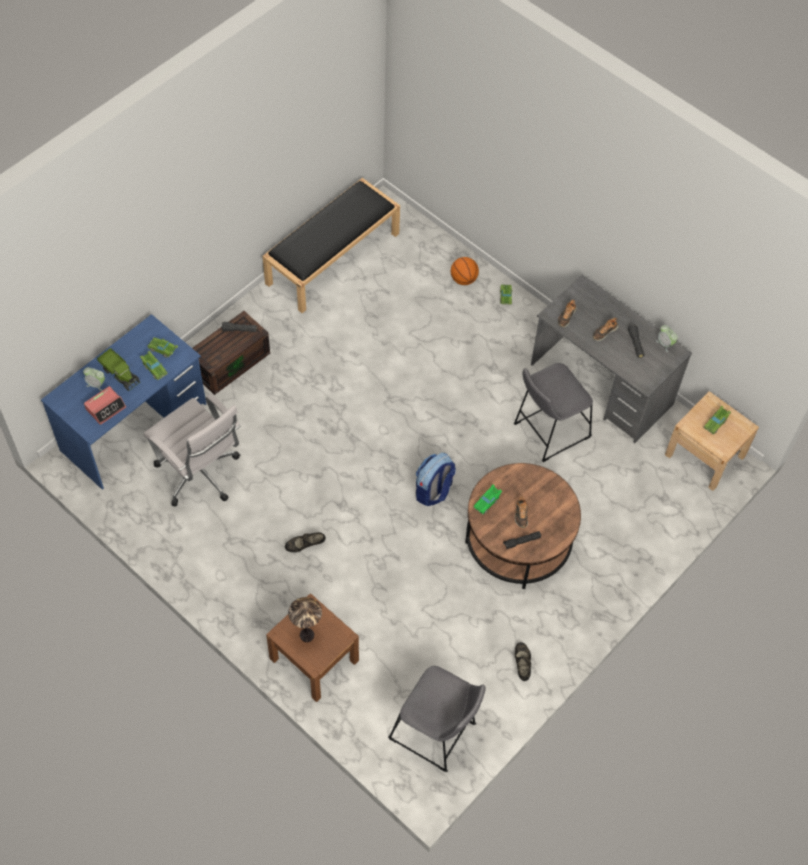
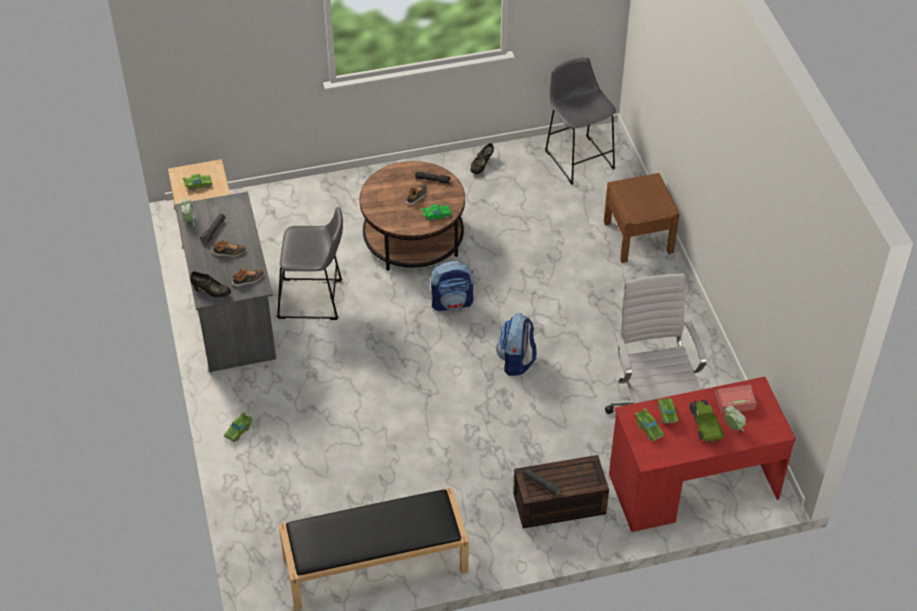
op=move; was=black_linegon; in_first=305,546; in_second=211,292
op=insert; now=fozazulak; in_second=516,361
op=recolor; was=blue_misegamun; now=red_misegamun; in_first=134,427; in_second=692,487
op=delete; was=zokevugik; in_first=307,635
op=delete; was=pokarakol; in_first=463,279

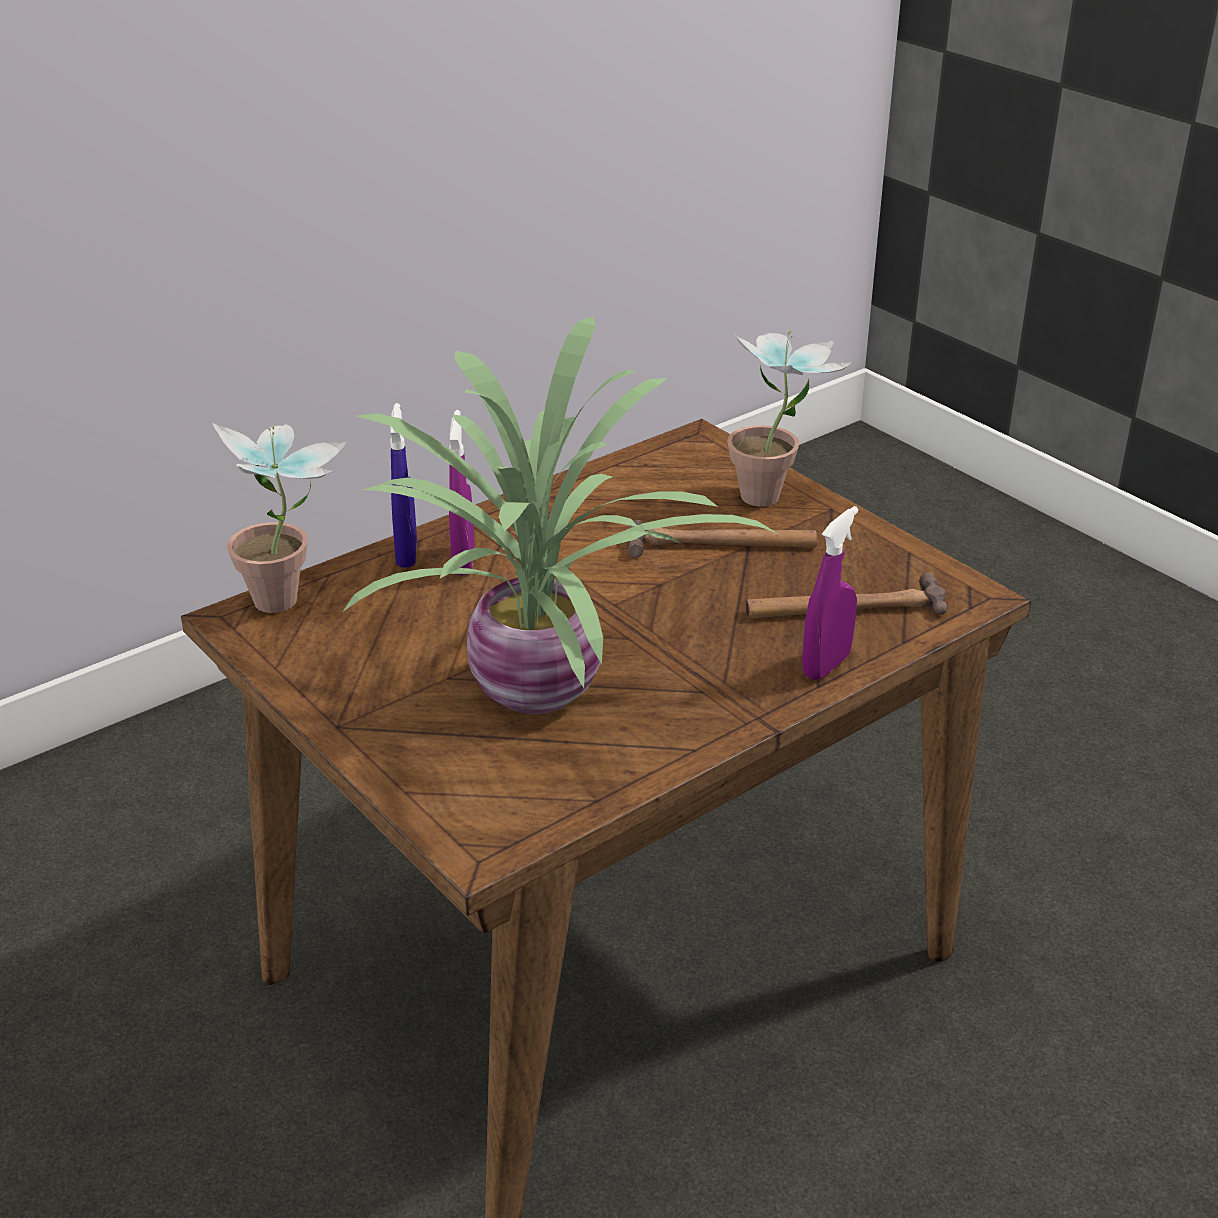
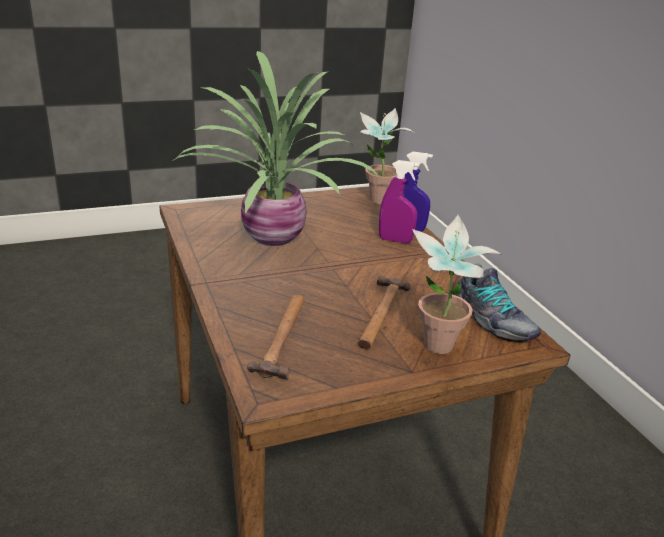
op=insert; now=linegon; in_second=491,321
op=delete; was=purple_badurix; in_first=826,665

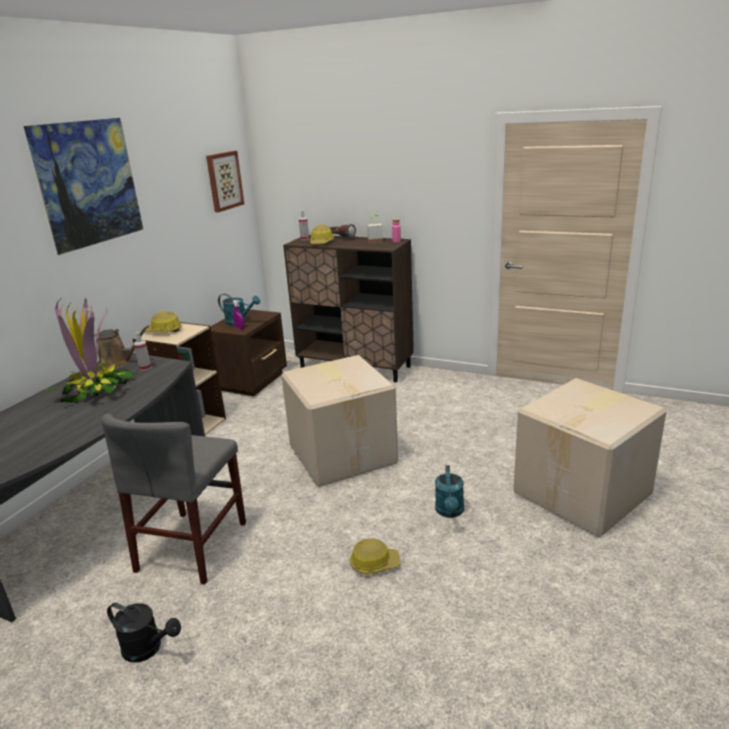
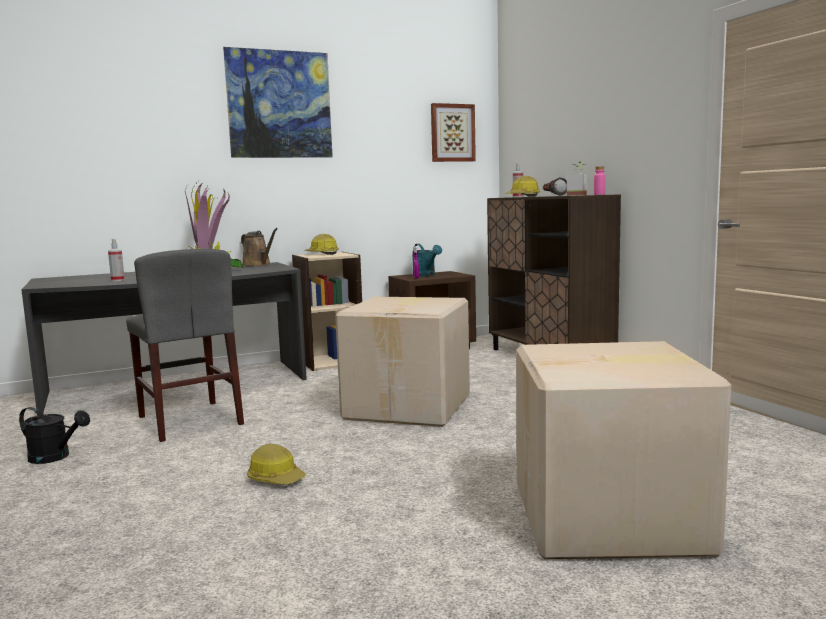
op=rotate; was=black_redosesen; in_first=148,648; in_second=55,457; clockwise=-45
op=move; was=badurix; in_first=145,368; in_second=117,280
op=rotate; was=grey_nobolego; in_first=192,546; in_second=189,420; clockwise=-90
op=delete; was=turquoise_redosesen; in_first=450,512

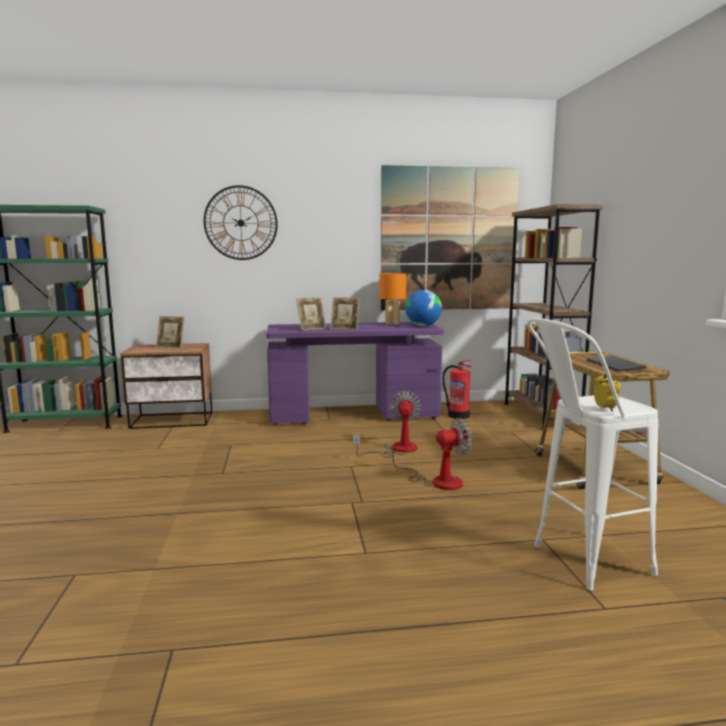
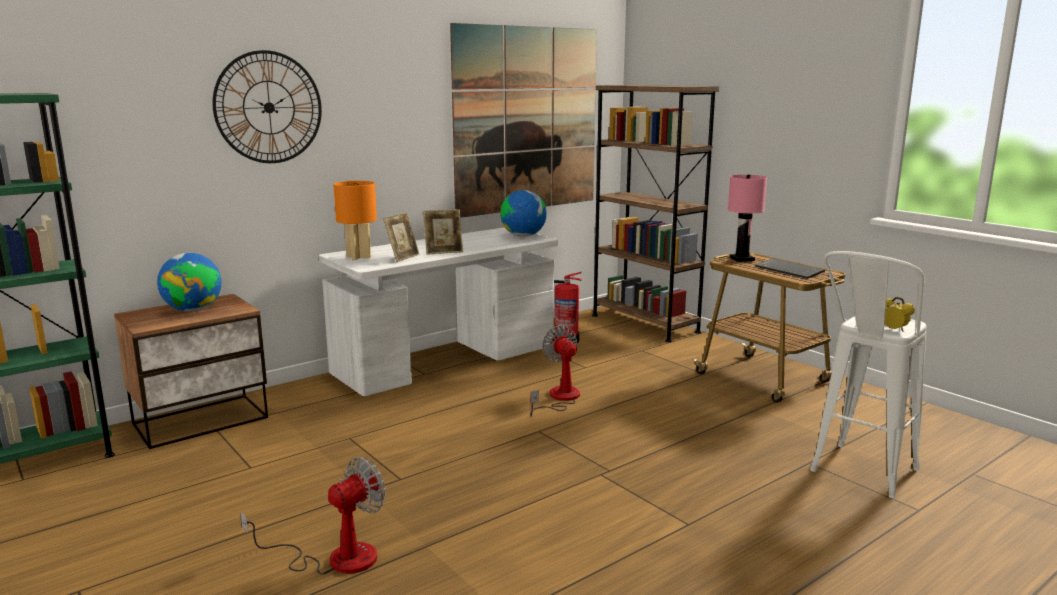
op=replace; was=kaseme; now=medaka; in_first=171,347; in_second=193,310
op=move; was=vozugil; in_first=437,481; in_second=335,558
op=recolor; was=purple_misegamun; now=white_misegamun; in_first=353,415; in_second=446,362
op=move; was=orange_zokevugik; in_first=392,323; in_second=358,257
op=insert; now=pink_zokevugik; in_second=741,259

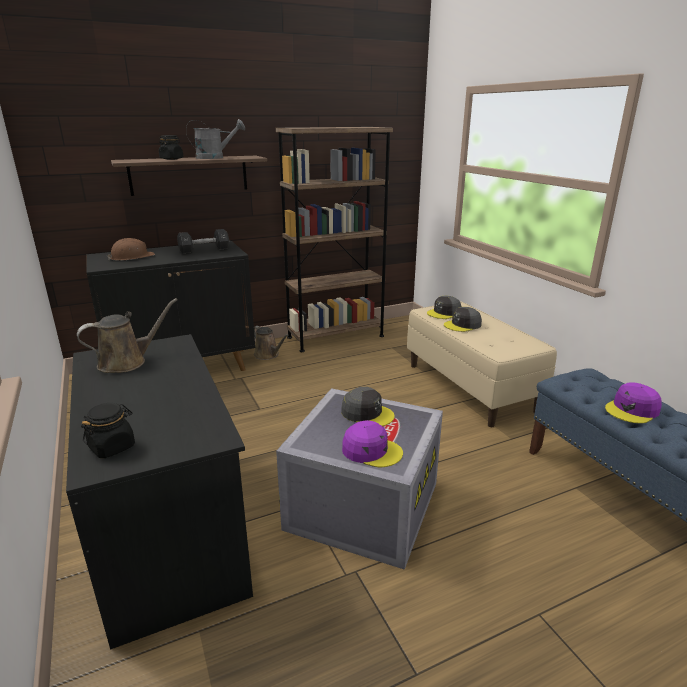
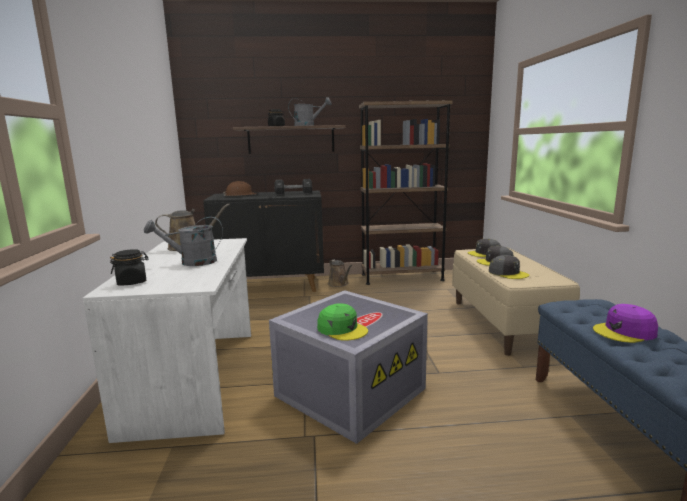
op=recolor; was=black_misegamun; now=white_misegamun; in_first=169,525; in_second=197,377
op=insert; now=grey_redosesen; in_second=192,262
op=recolor; was=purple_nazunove; now=green_nazunove; in_first=371,450; in_second=342,329
op=move; was=grey_nazunove; in_first=367,413; in_second=508,273

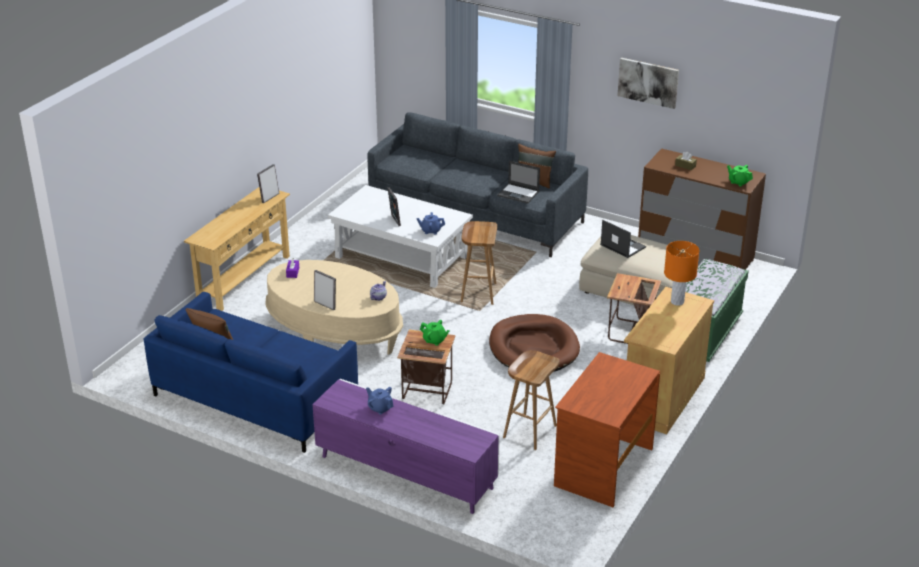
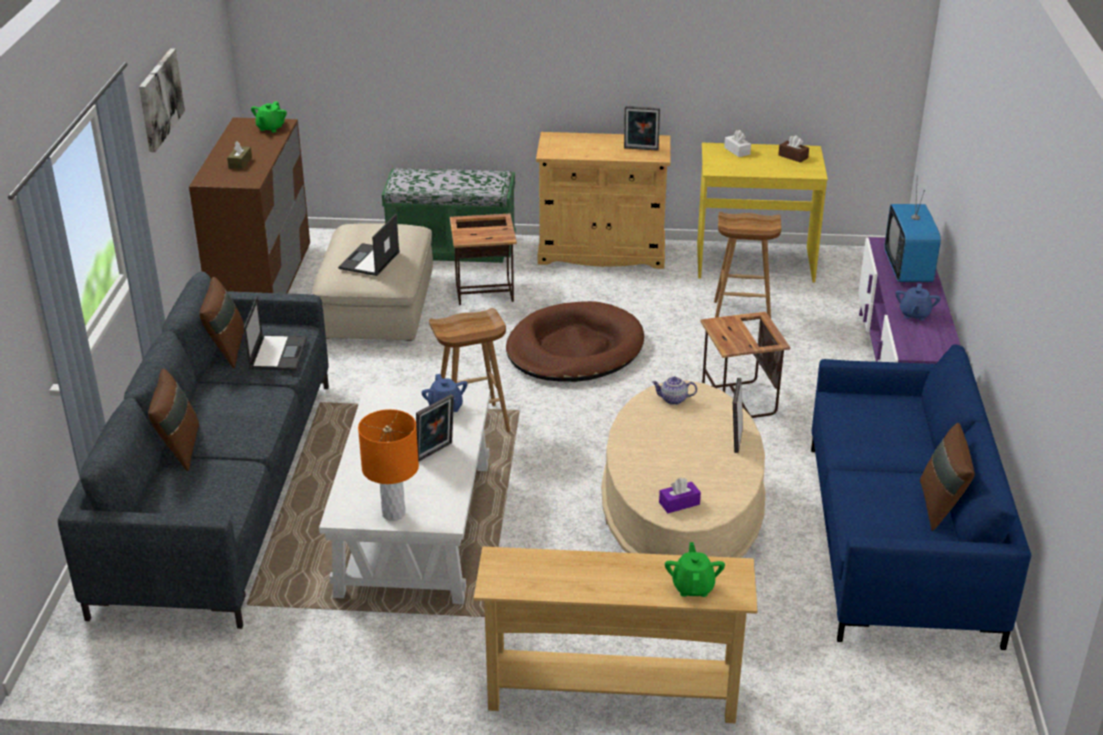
op=insert; now=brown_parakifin; in_second=179,448
op=move; was=orange_zokevugik; in_first=677,301; in_second=393,513
op=move; was=kaseme; in_first=269,197; in_second=641,149
op=move; was=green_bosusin; in_first=434,340; in_second=693,587
op=recolor; was=brown_misegamun; now=yellow_misegamun; in_first=602,467; in_second=754,263
op=insert; now=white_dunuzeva; in_second=737,151
op=insert; now=brown_dunuzeva; in_second=793,156
op=insert; now=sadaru; in_second=908,269

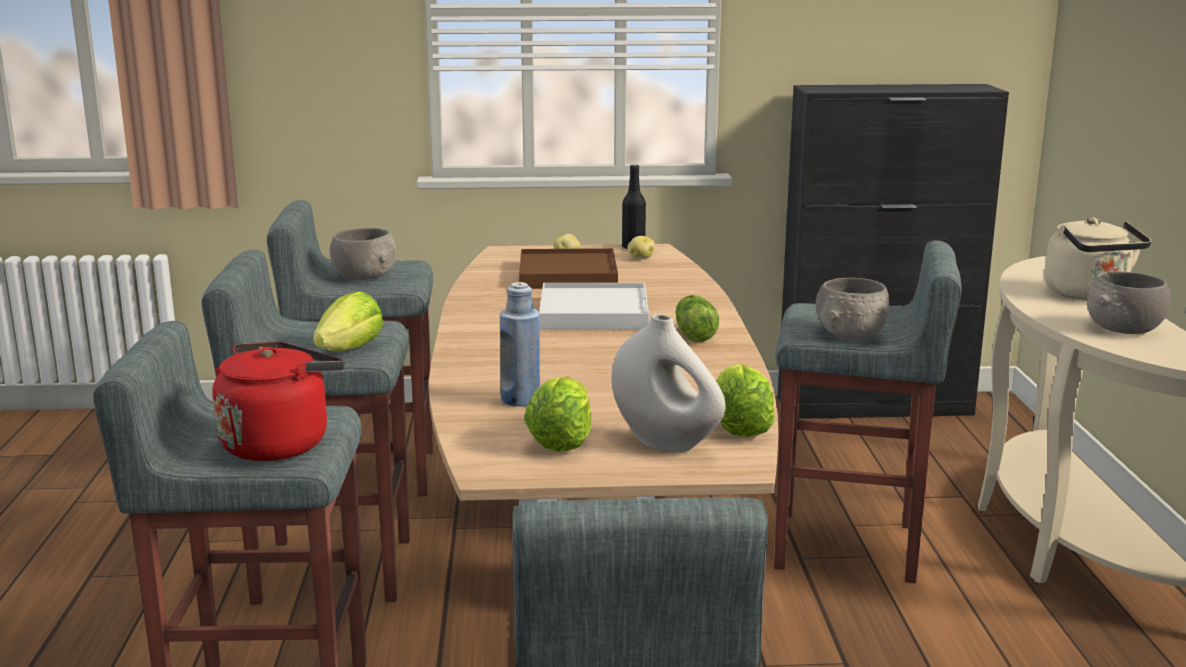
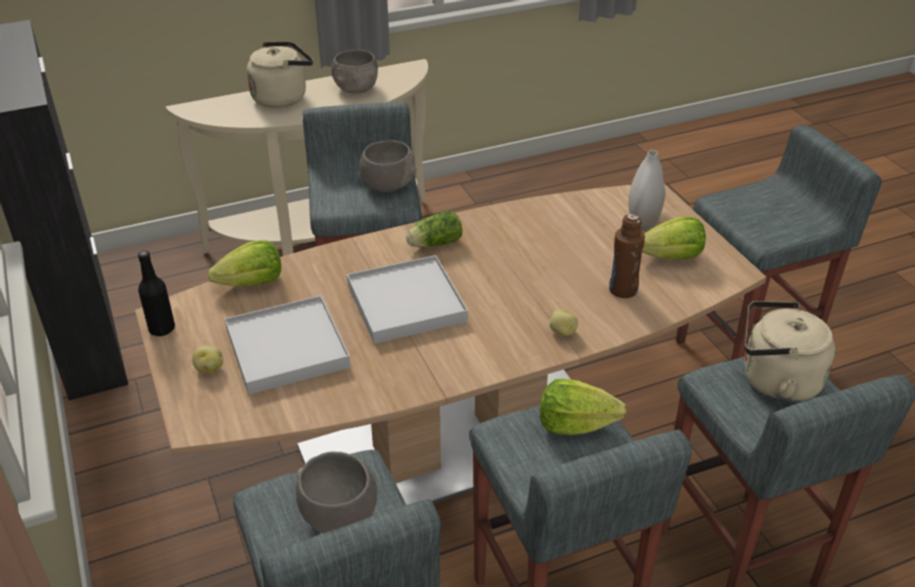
op=move; was=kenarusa; in_first=739,426; in_second=252,283
op=recolor; was=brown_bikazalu; now=white_bikazalu; in_first=568,275; in_second=287,348
op=move; was=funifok; in_first=640,258; in_second=562,332
op=recolor; was=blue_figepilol; now=brown_figepilol; in_first=520,400; in_second=623,290
op=recolor; was=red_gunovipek; now=beige_gunovipek; in_first=279,443; in_second=775,380

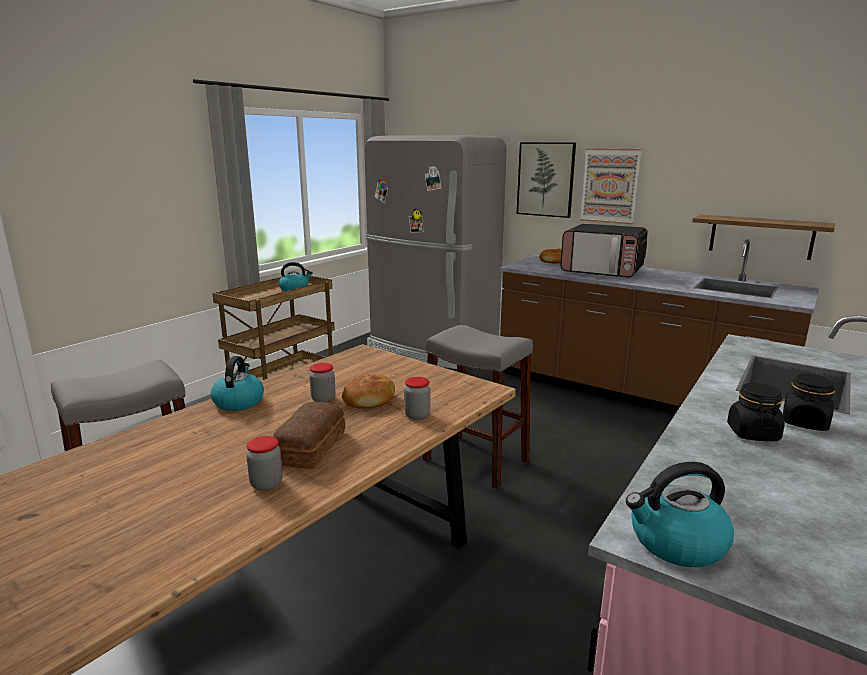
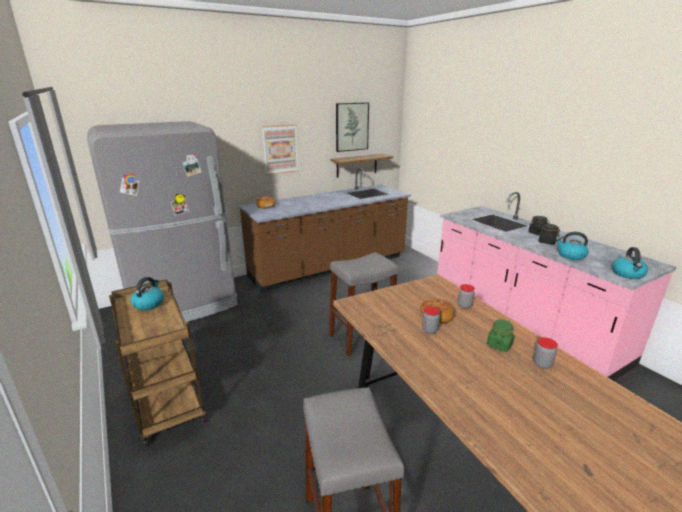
op=move; was=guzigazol; in_first=546,179; in_second=351,127
op=replace; was=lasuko; now=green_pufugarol; in_first=308,448; in_second=499,345
op=move; was=gunovipek; in_first=238,402; in_second=570,256
op=delete; was=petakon; in_first=603,271

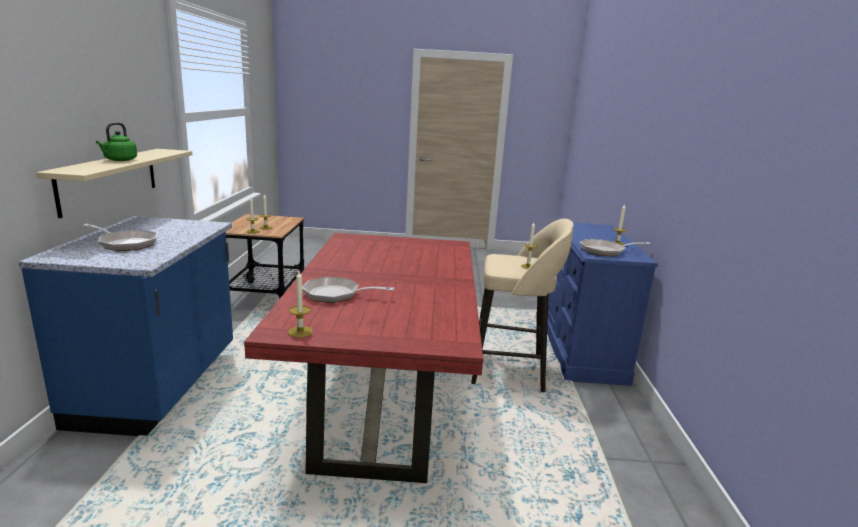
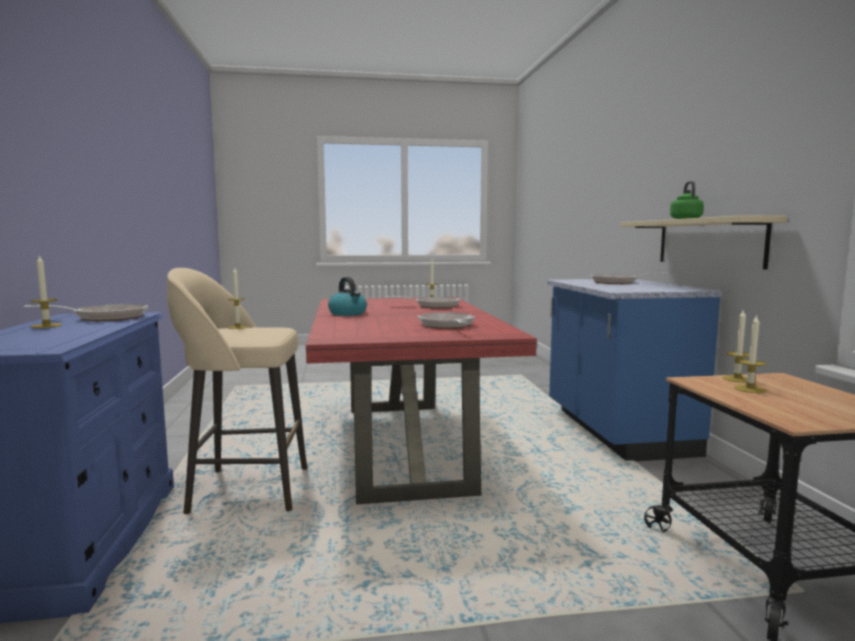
op=insert; now=gunovipek; in_second=348,313
op=insert; now=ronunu; in_second=447,326

